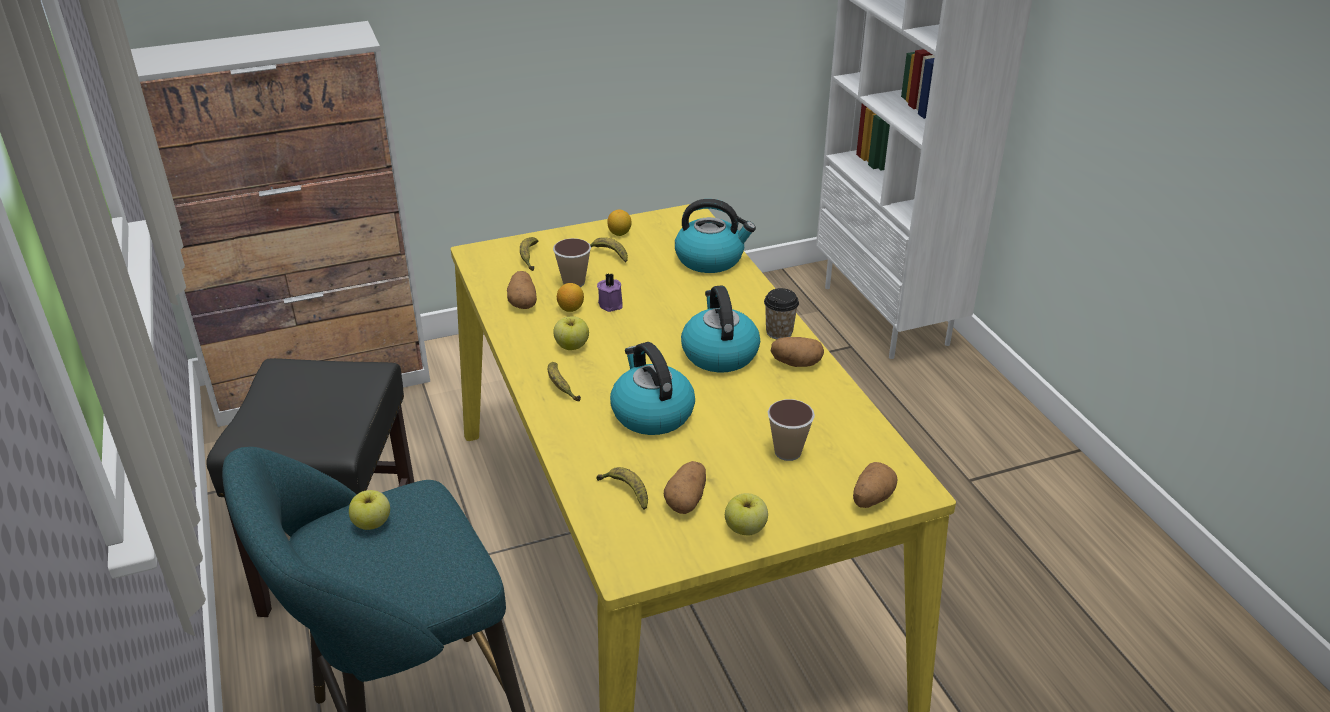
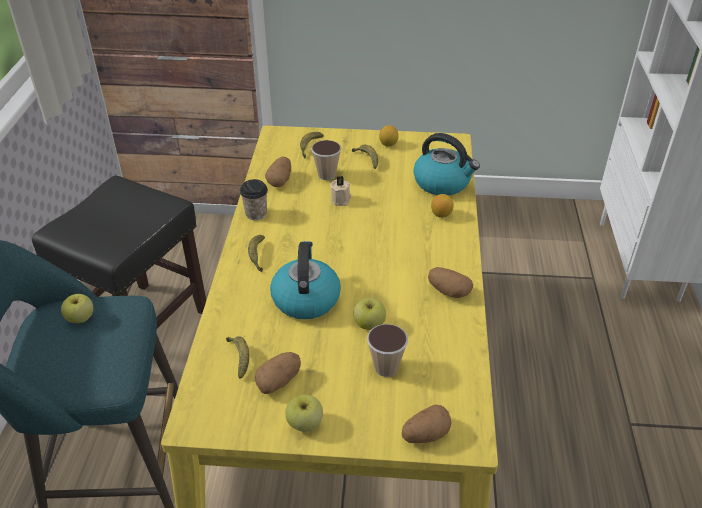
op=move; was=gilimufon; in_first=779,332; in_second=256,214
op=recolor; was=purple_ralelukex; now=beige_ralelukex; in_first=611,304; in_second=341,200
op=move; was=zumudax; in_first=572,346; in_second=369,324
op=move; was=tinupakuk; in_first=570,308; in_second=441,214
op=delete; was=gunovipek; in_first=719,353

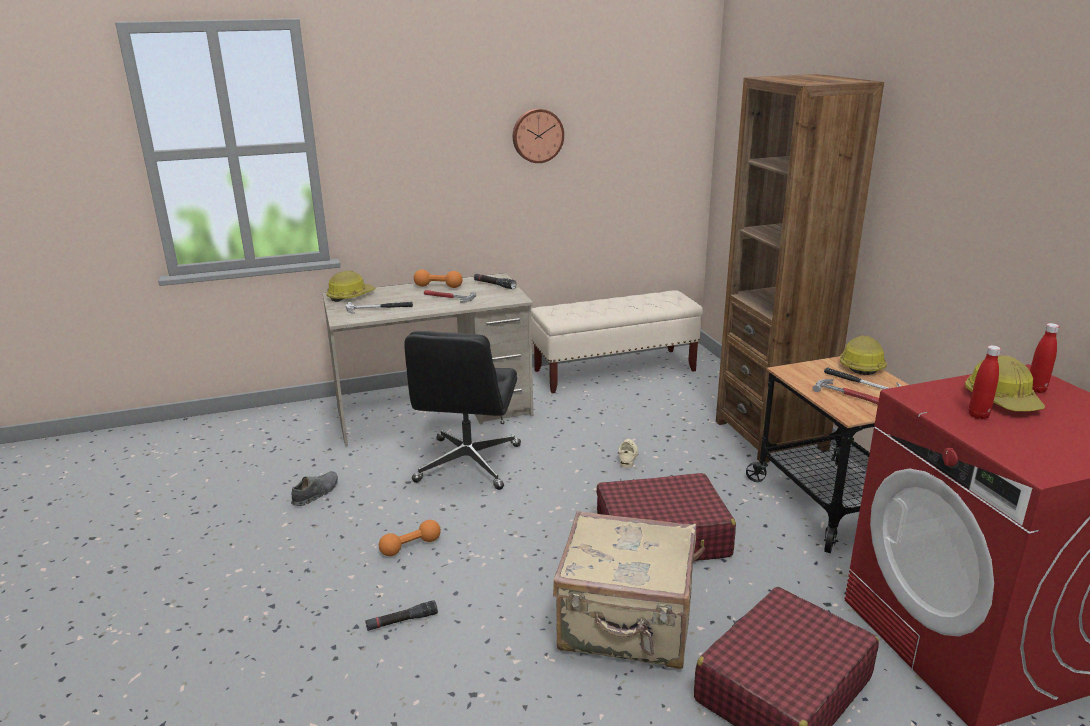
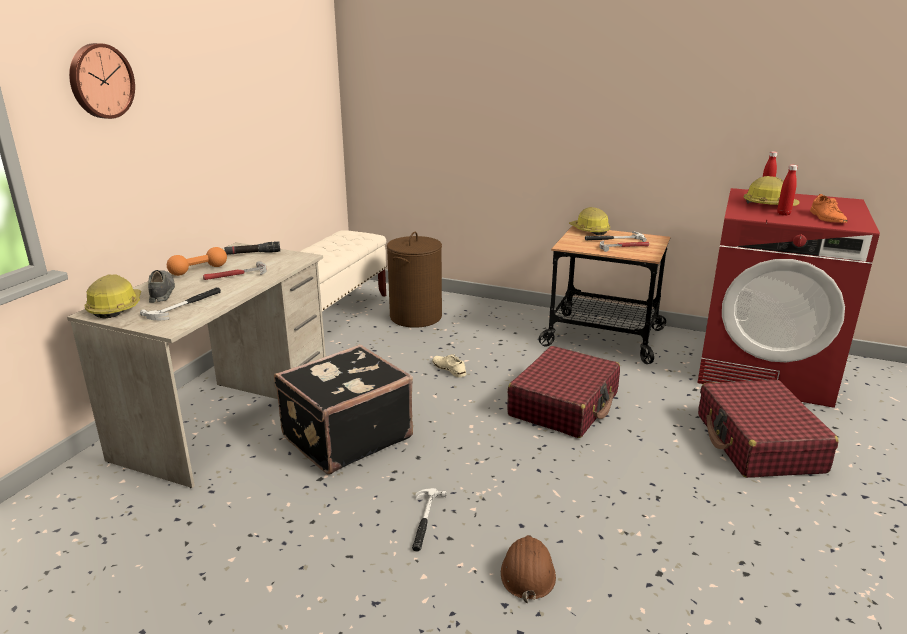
op=move; was=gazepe; in_first=537,135; in_second=100,81
op=move; was=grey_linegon; in_first=316,493; in_second=161,292
op=replace; was=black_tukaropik; now=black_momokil; in_first=468,464; in_second=345,436
op=insert; now=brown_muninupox; in_second=416,316
op=replace; was=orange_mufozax; now=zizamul; in_first=410,546; in_second=424,521
op=replace; was=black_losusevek; now=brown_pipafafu; in_first=402,621; in_second=527,572
op=insert; now=orange_linegon; in_second=827,218
op=delete; was=beige_momokil; in_first=626,625
op=delete; was=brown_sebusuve; in_first=770,435

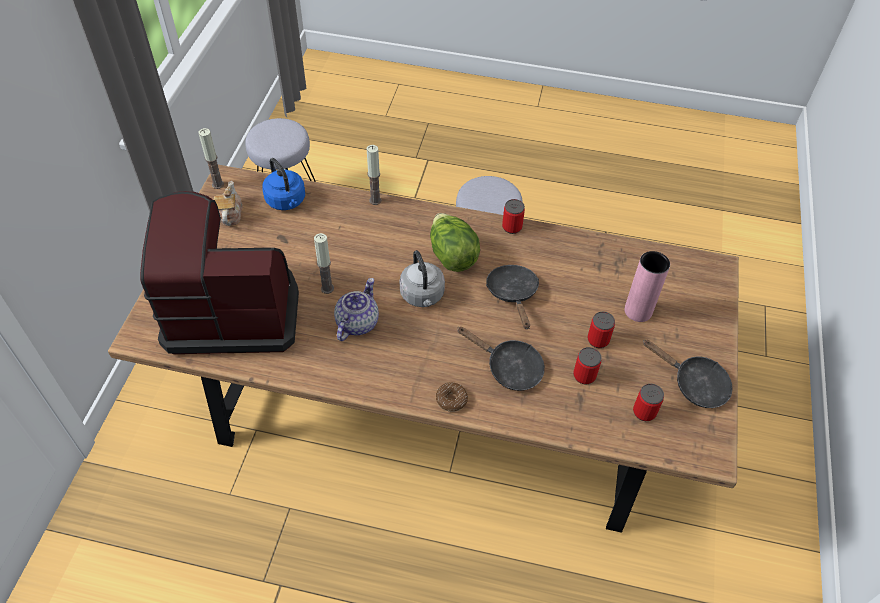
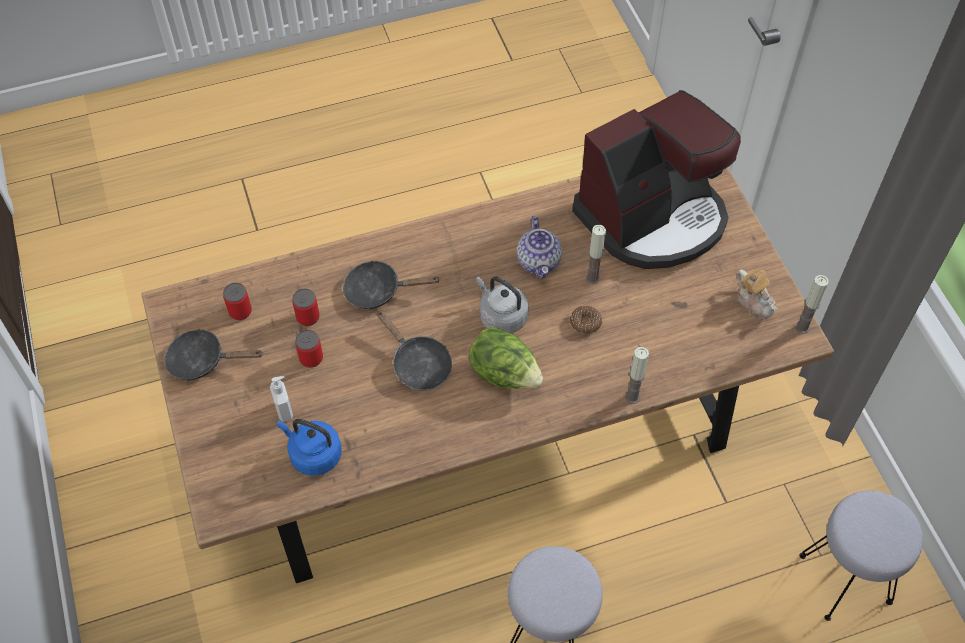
op=replace; was=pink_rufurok; now=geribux; in_first=638,311; in_second=285,410
op=move; was=blue_gunovipek; in_first=286,201; in_second=313,454
op=move; was=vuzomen; in_first=451,400; in_second=585,323
op=delete; was=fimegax; in_first=512,227

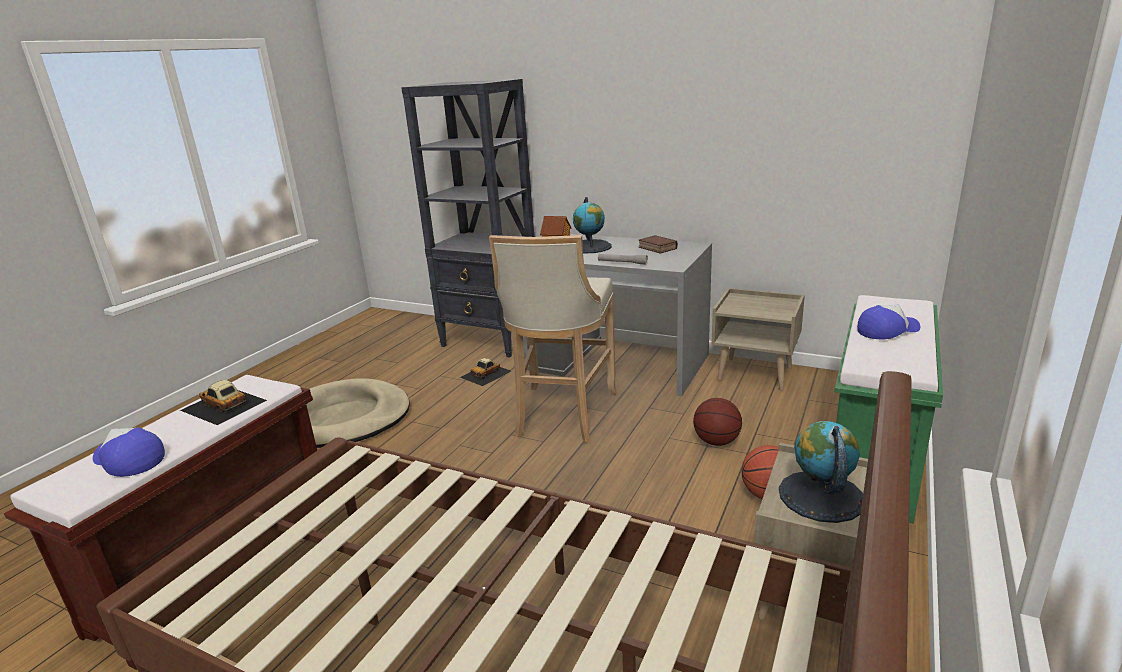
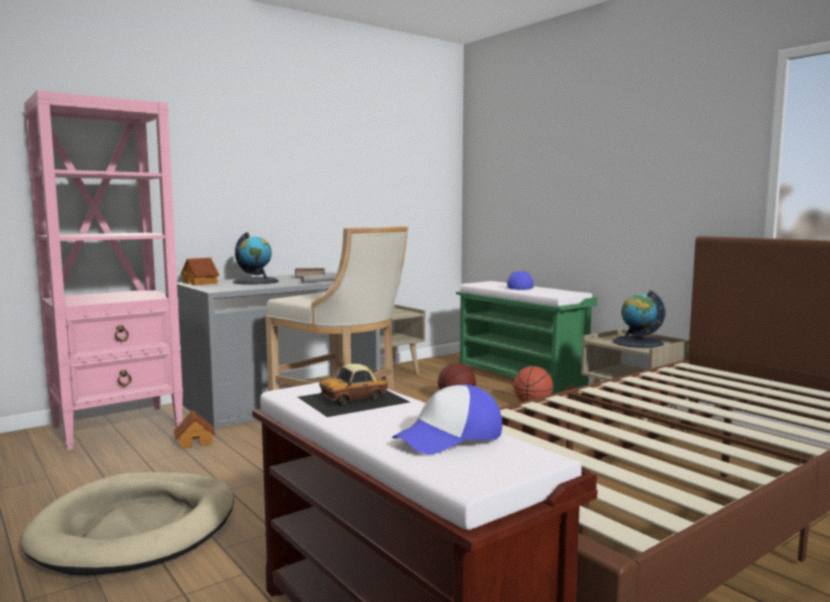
op=recolor; was=black_sebusuve; now=pink_sebusuve; in_first=492,340; in_second=119,426
op=replace; was=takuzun; now=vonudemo; in_first=486,374; in_second=195,441

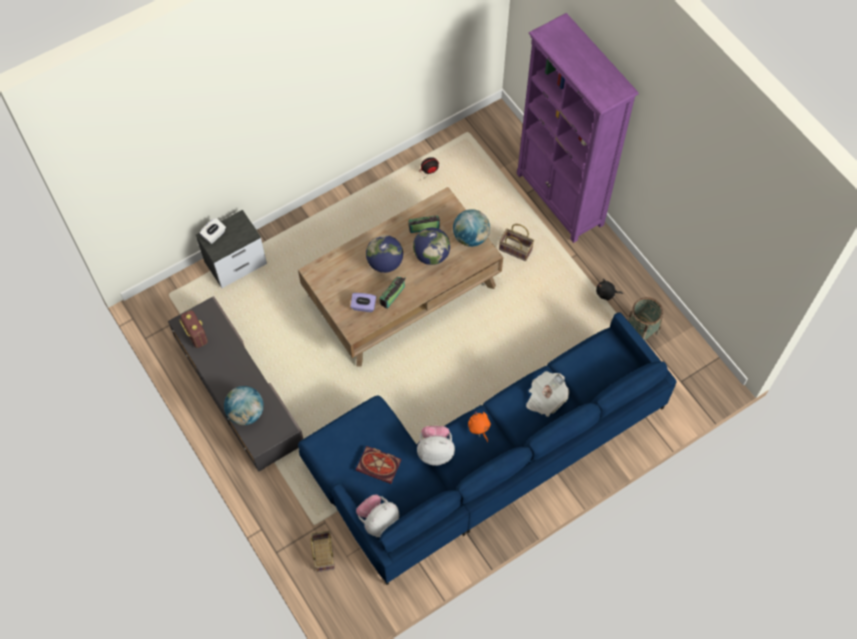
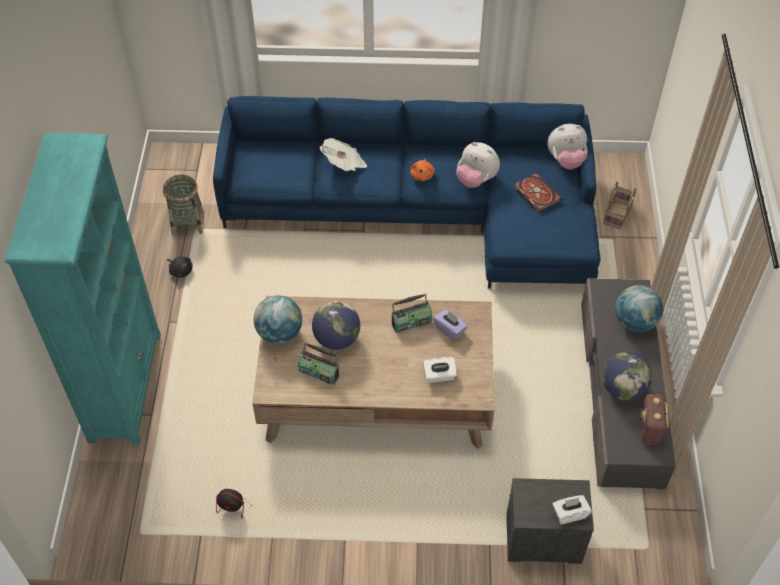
op=recolor; was=purple_sebusuve; now=turquoise_sebusuve; in_first=560,199; in_second=125,386
op=insert; now=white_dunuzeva; in_second=439,376
op=move; was=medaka; in_first=385,263; in_second=623,389
op=delete; was=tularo; in_first=516,249

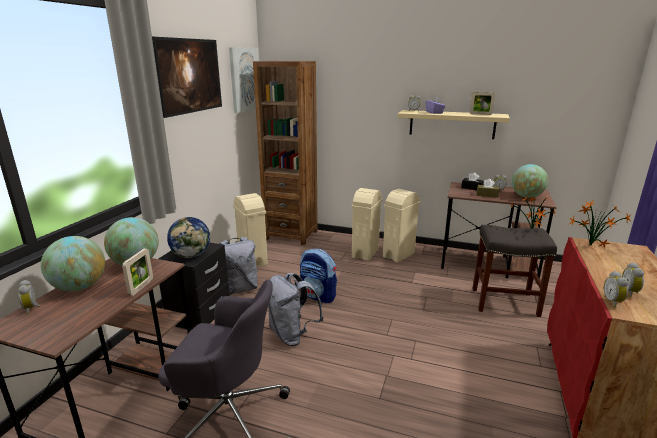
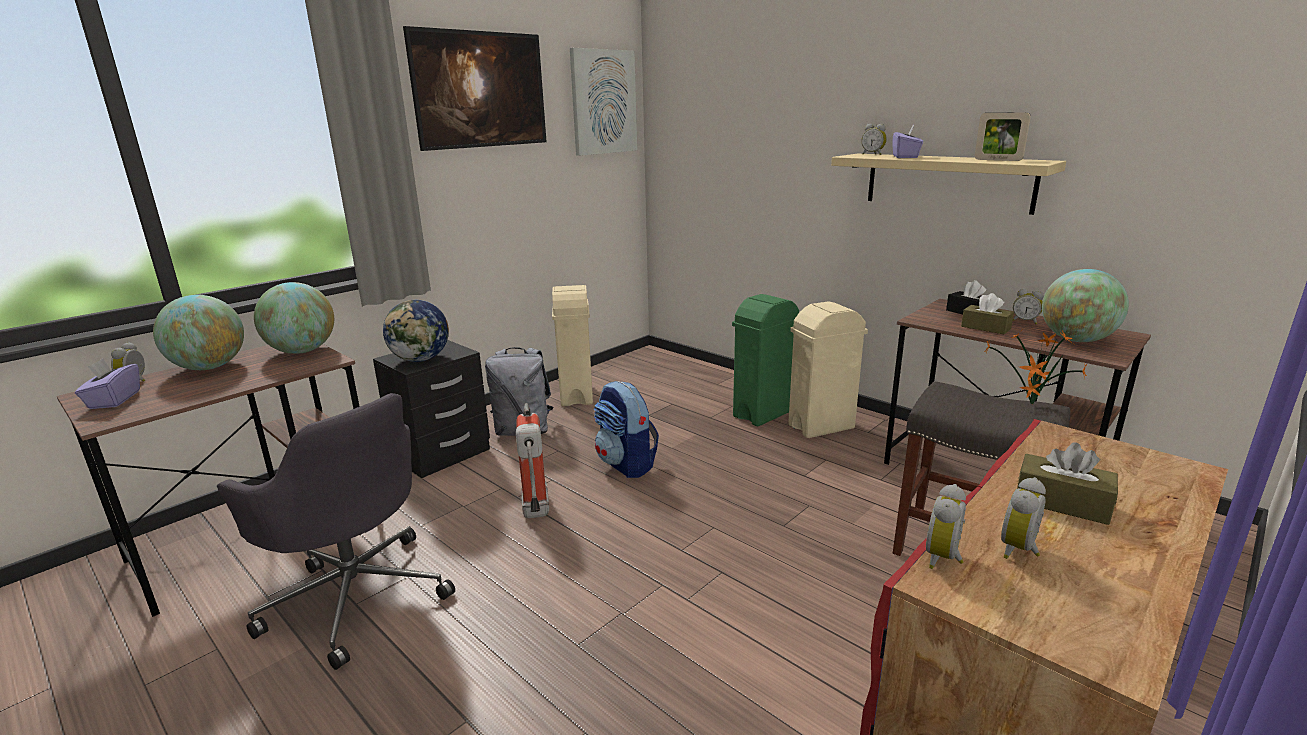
op=insert; now=purple_dunuzeva; in_second=114,400
op=replace; was=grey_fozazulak; now=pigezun; in_first=292,335; in_second=536,512
op=recolor; was=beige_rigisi; now=green_rigisi; in_first=365,253; in_second=763,414
op=insert; now=brown_dunuzeva; in_second=1062,502
op=delete; was=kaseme; in_first=141,287
op=delete; was=brown_sebusuve; in_first=291,235
op=delete; was=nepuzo; in_first=589,245

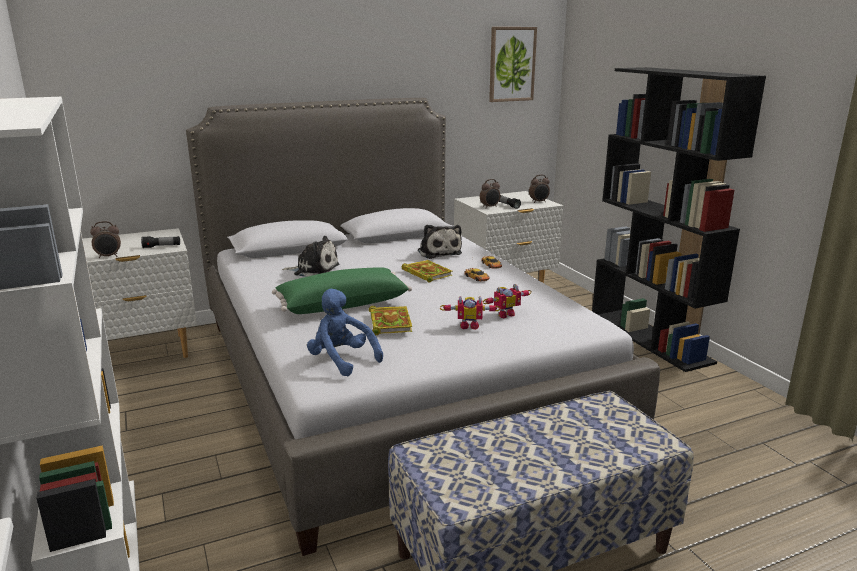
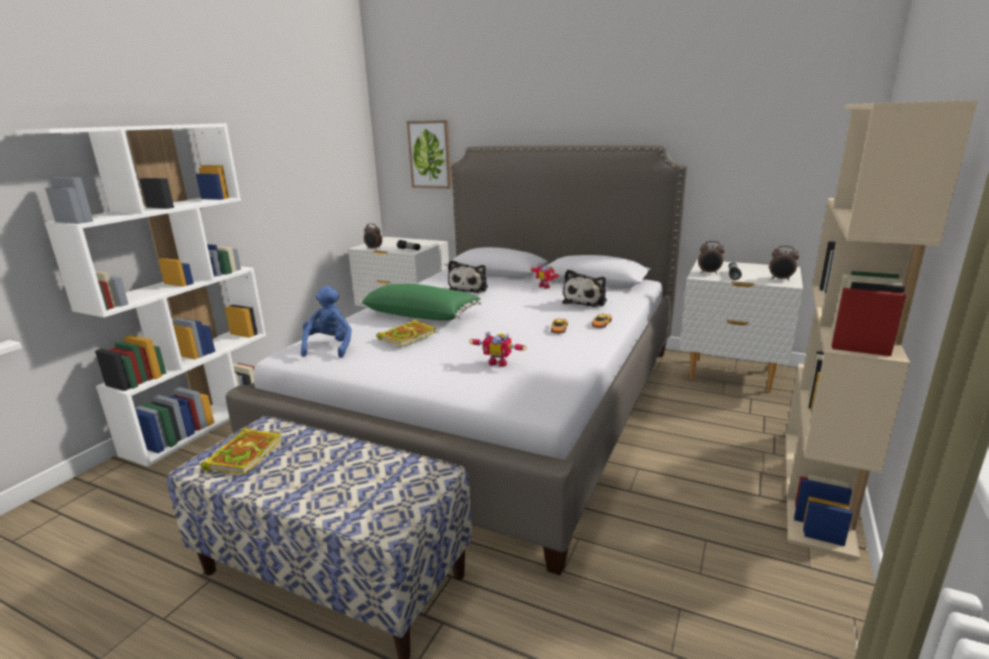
op=move; was=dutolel; in_first=426,273; in_second=245,453
op=move; was=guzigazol; in_first=511,64; in_second=430,154
op=rotate; was=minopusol; in_first=314,270; in_second=469,289; clockwise=45
op=move; was=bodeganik; in_first=469,325; in_second=546,286
op=recolor; was=black_sebusuve; now=beige_sebusuve; in_first=650,338; in_second=817,488

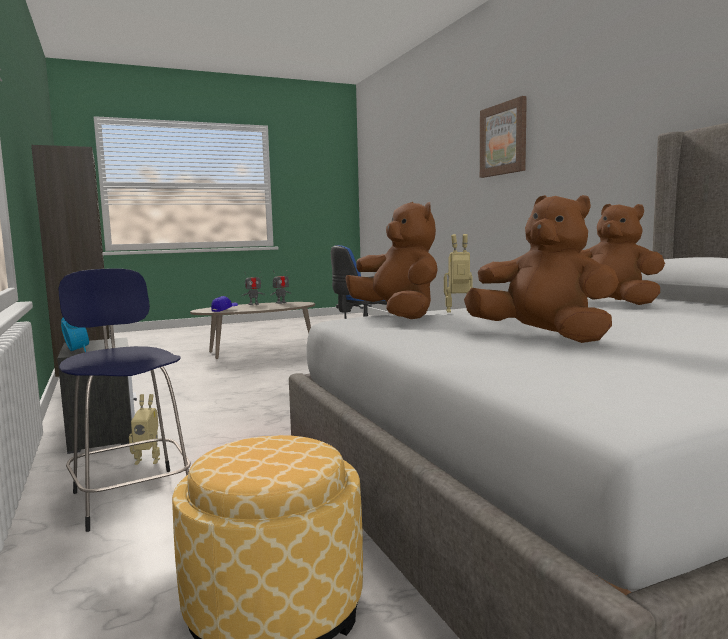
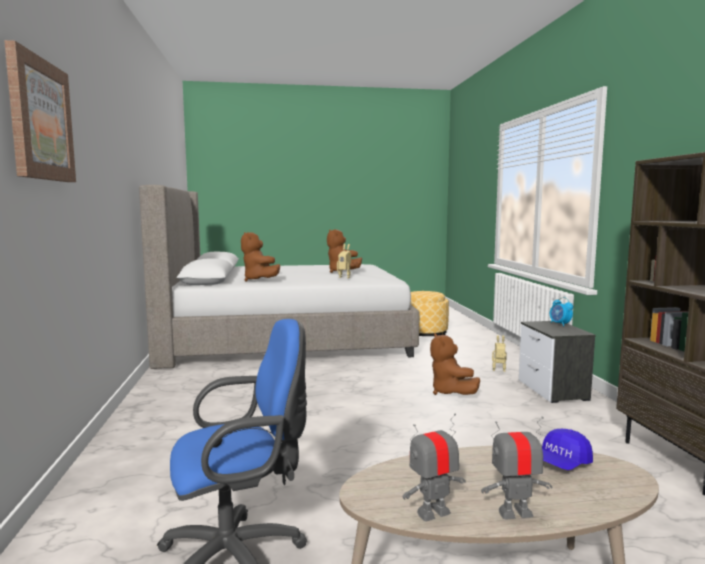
op=move; was=brown_minopusol; in_first=398,315; in_second=450,392
op=delete; was=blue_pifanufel; in_first=131,495

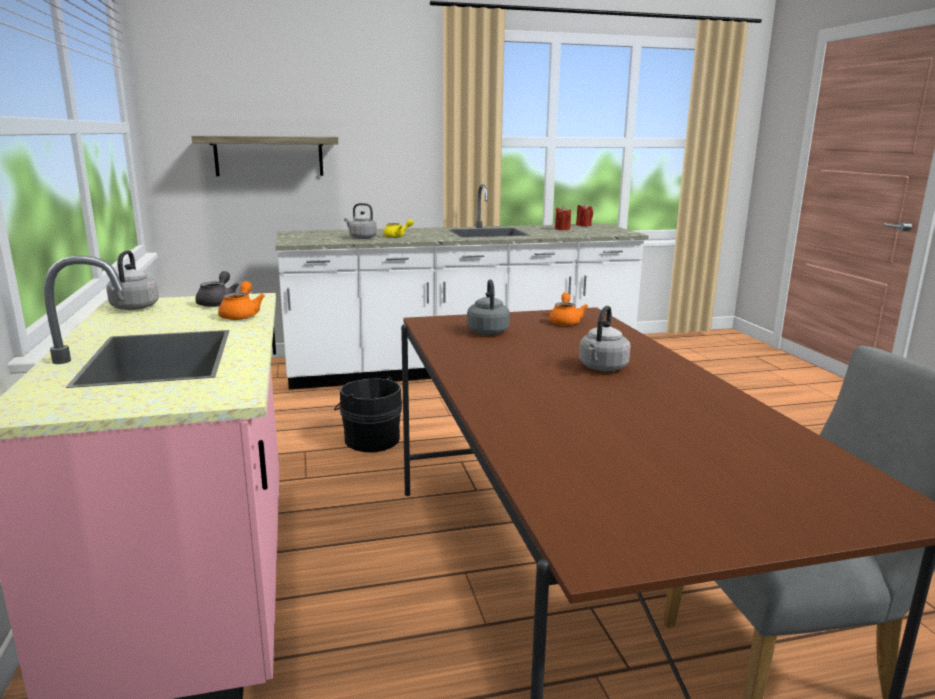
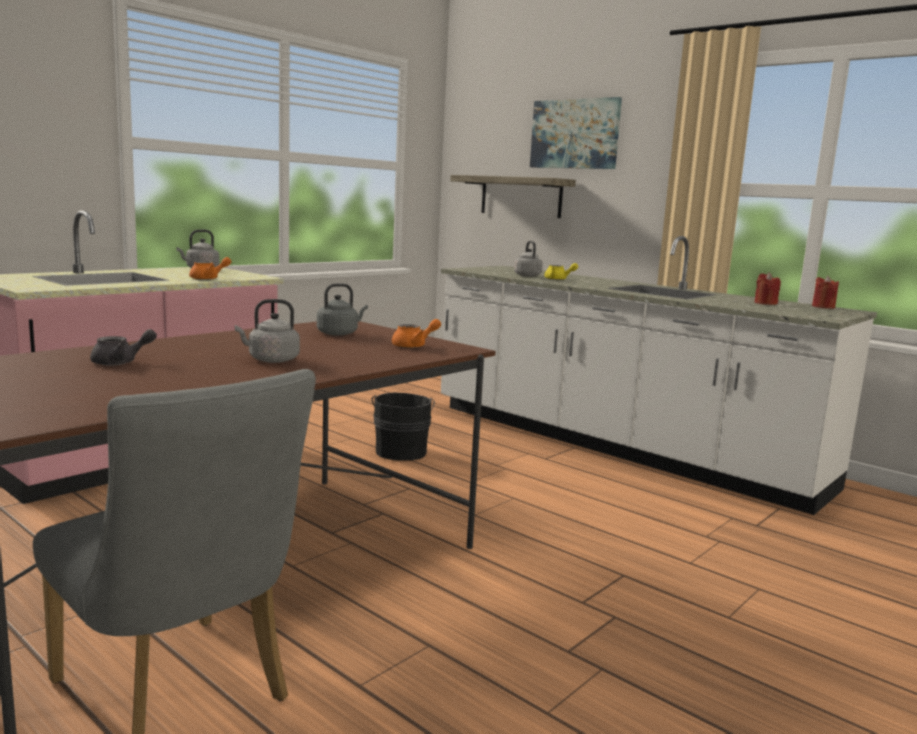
op=move; was=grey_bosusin; in_first=218,302; in_second=121,362
op=insert; now=guzigazol; in_second=575,134

